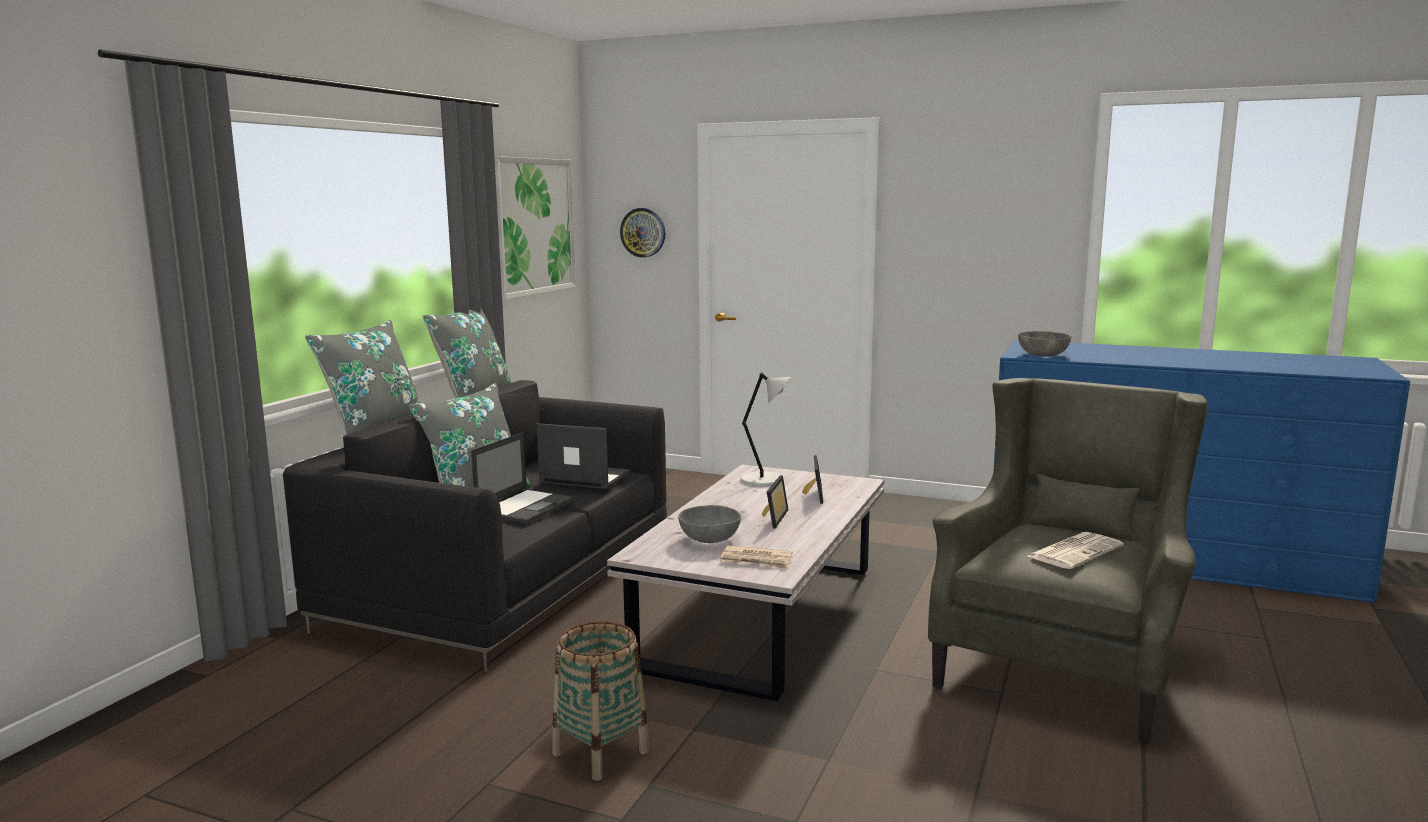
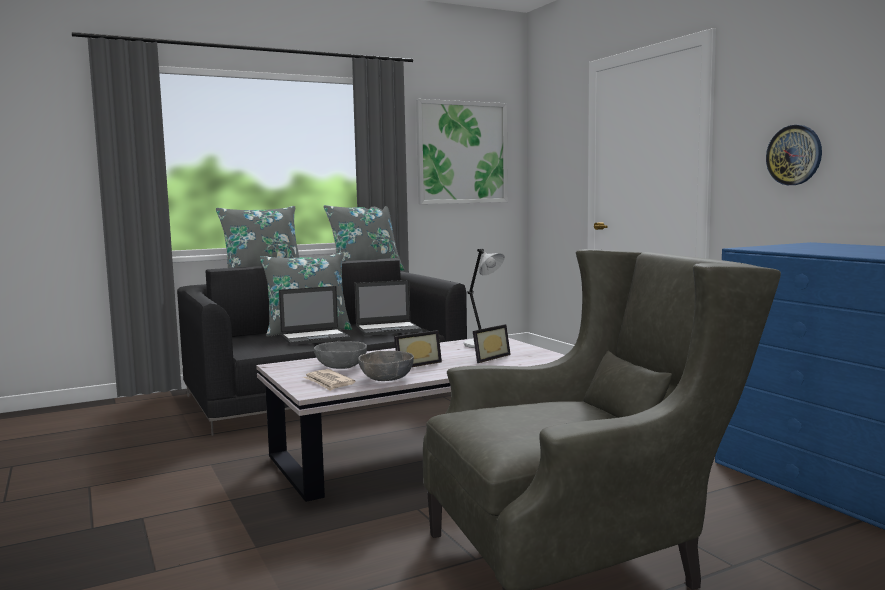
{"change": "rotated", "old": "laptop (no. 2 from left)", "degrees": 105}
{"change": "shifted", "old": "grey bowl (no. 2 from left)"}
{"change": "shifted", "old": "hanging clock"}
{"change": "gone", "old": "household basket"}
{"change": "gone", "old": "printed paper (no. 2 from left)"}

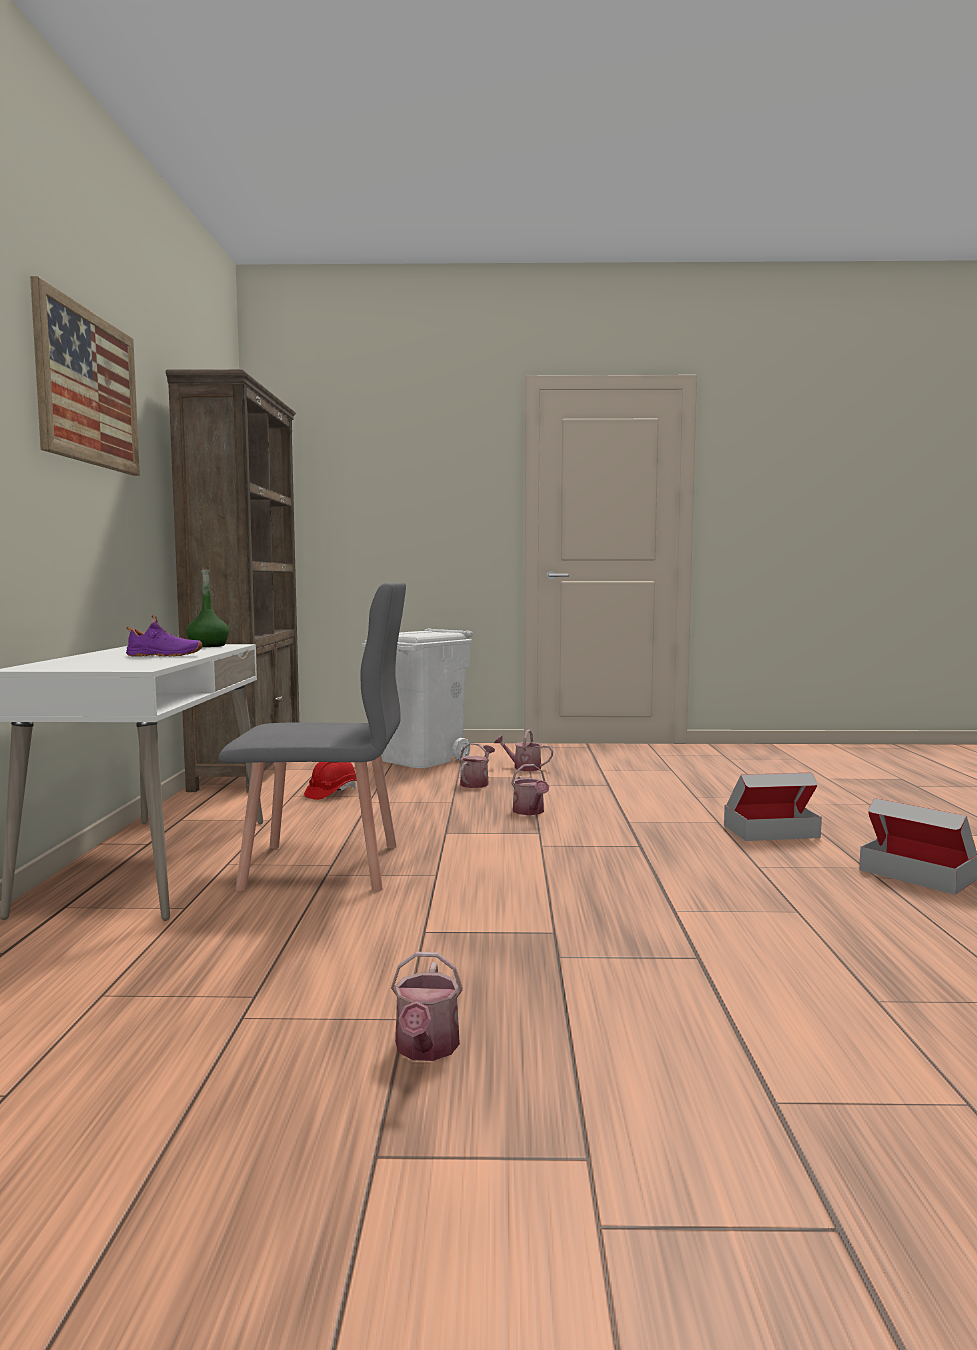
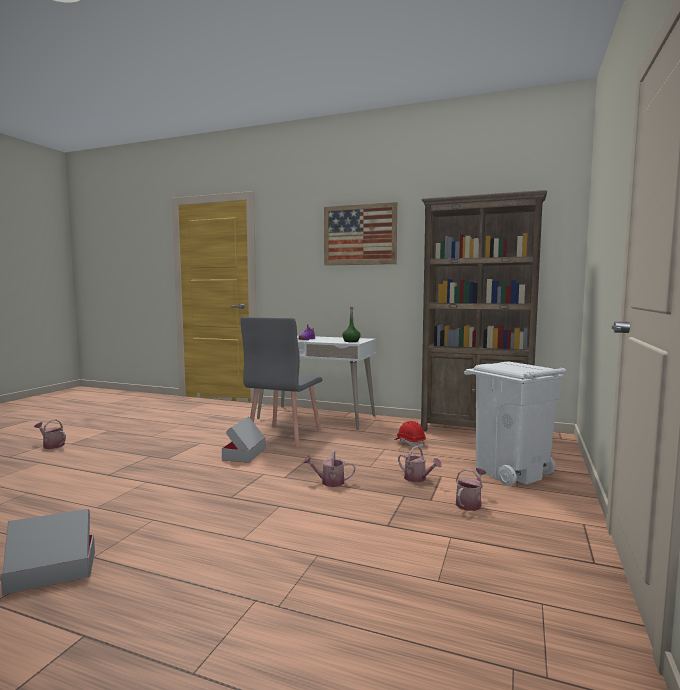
{"change": "shifted", "old": "watering pot (no. 1 from left)"}
{"change": "shifted", "old": "cardboard box (no. 1 from left in the first image)", "new": "cardboard box (no. 2 from left)"}

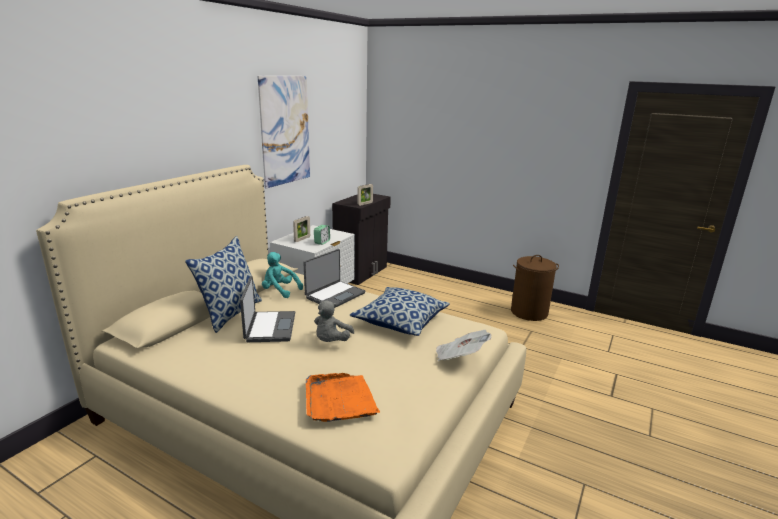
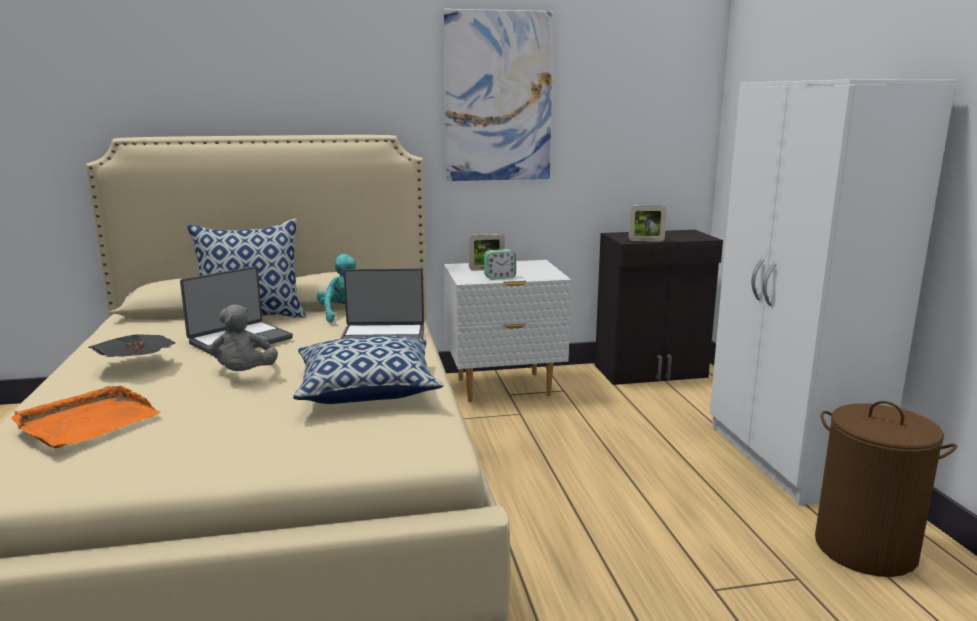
{"change": "shifted", "old": "printed paper"}
{"change": "rotated", "old": "grey plush toy", "degrees": -75}
{"change": "new", "new": "whitish armoire"}

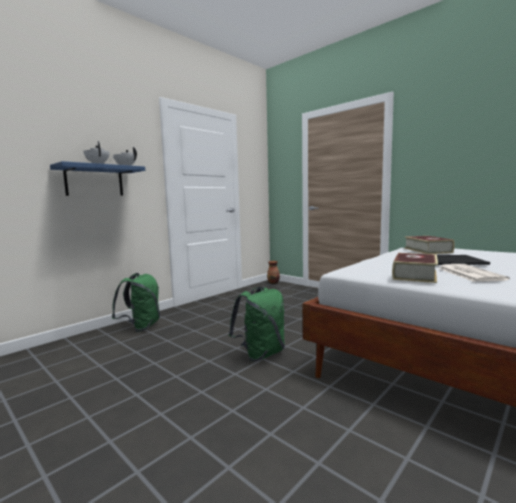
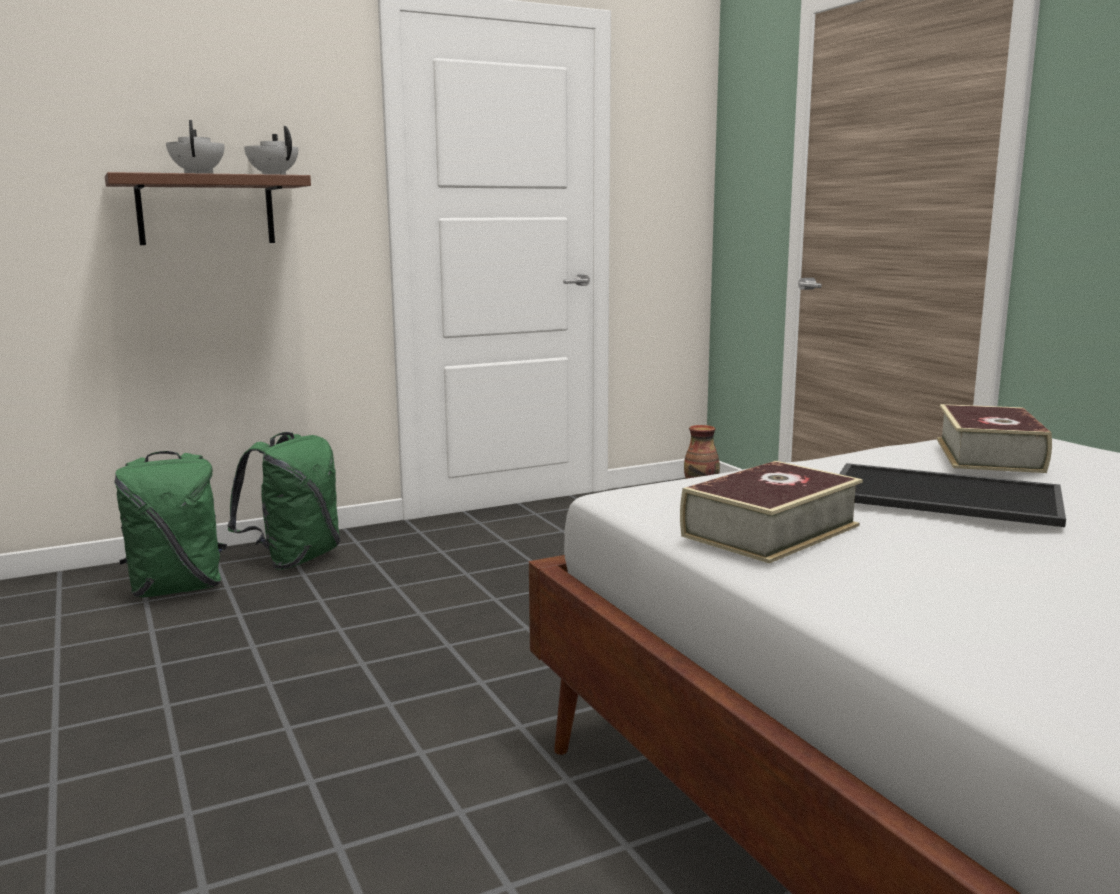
{"change": "repainted", "old": "bluish bracket shelf", "new": "brown-coloured bracket shelf"}
{"change": "shifted", "old": "green rucksack (no. 2 from left in the first image)", "new": "green rucksack (no. 1 from left)"}
{"change": "gone", "old": "printed paper"}

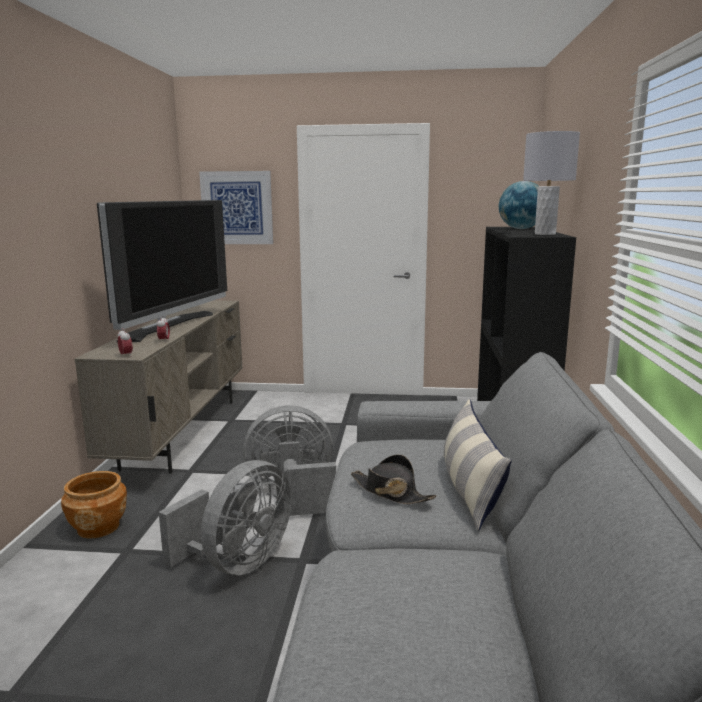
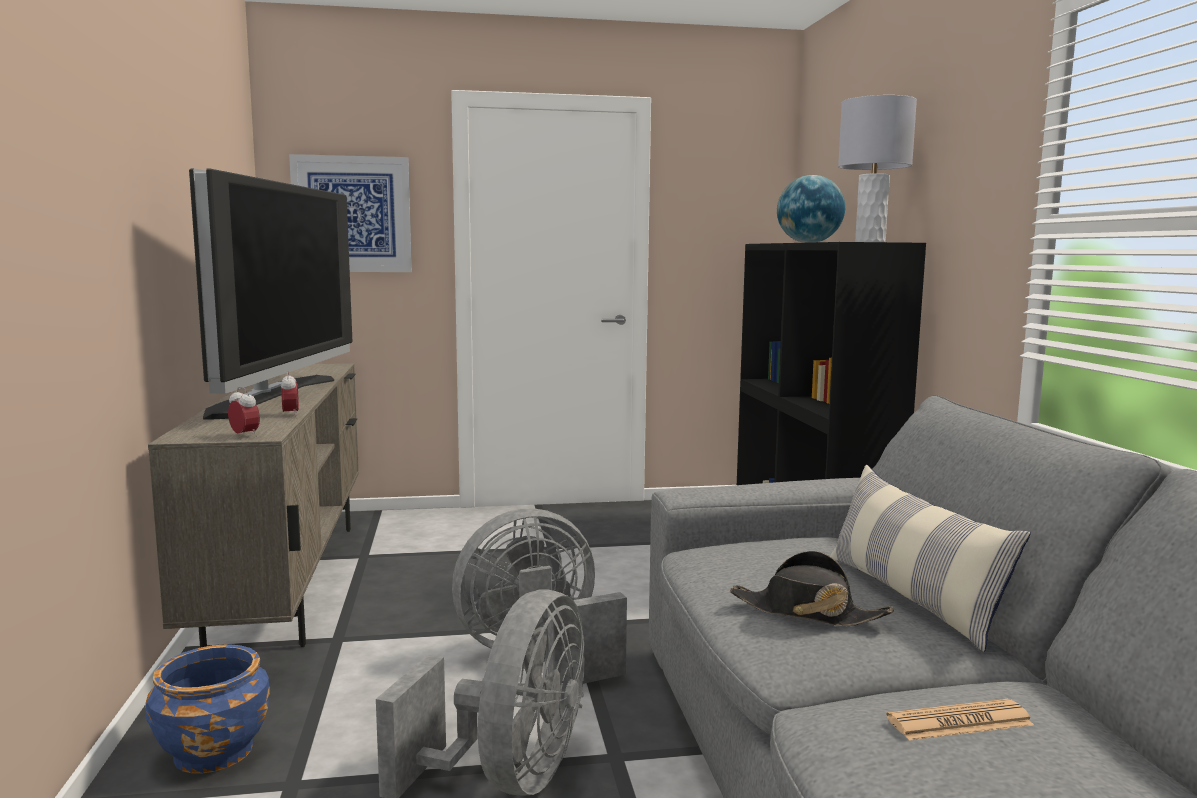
{"change": "repainted", "old": "brown-coloured planter", "new": "bluish planter"}
{"change": "new", "new": "printed paper"}

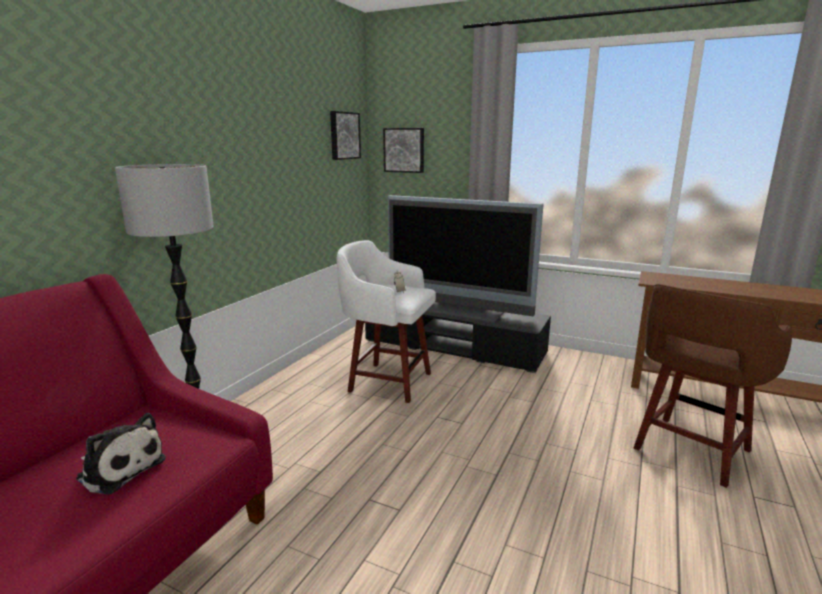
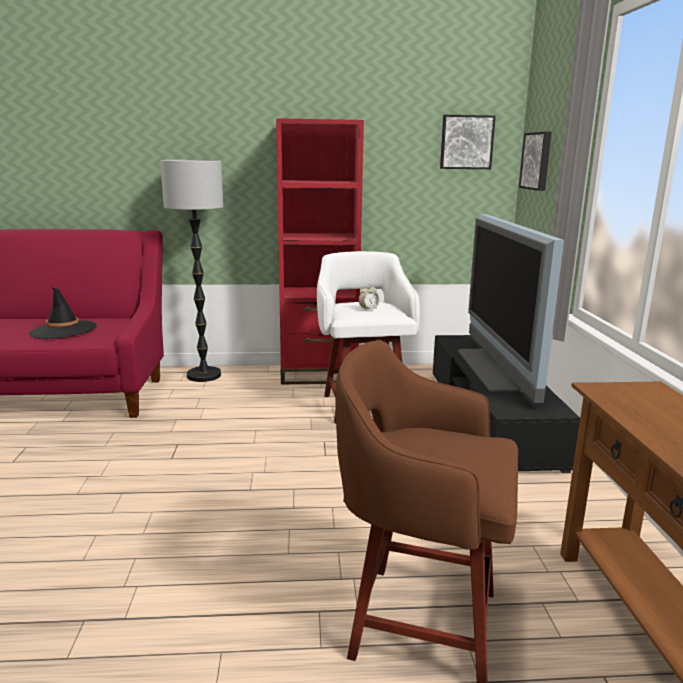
{"change": "swapped", "old": "plush toy", "new": "black-coloured wearable hat"}
{"change": "new", "new": "red bookcase"}

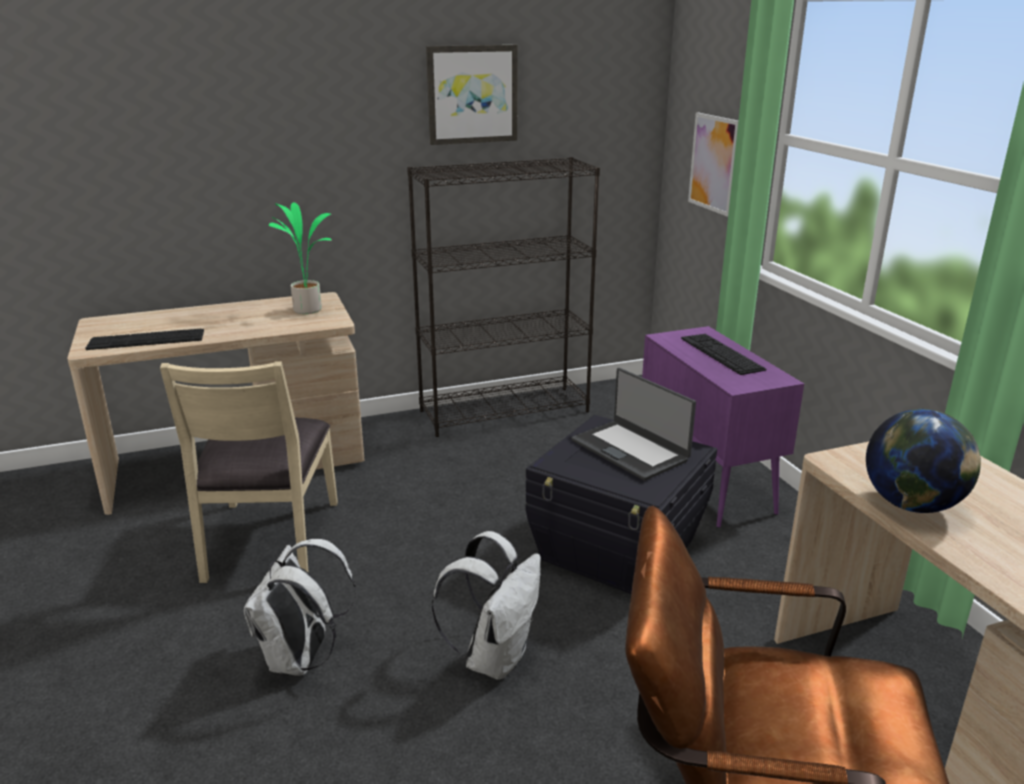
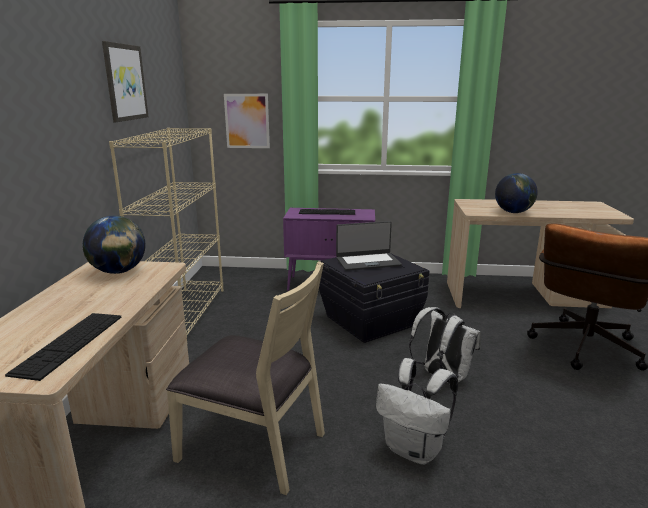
{"change": "swapped", "old": "plant in a pot", "new": "desk globe (no. 1 from left)"}
{"change": "repainted", "old": "black-coloured bookcase", "new": "sand-coloured bookcase"}

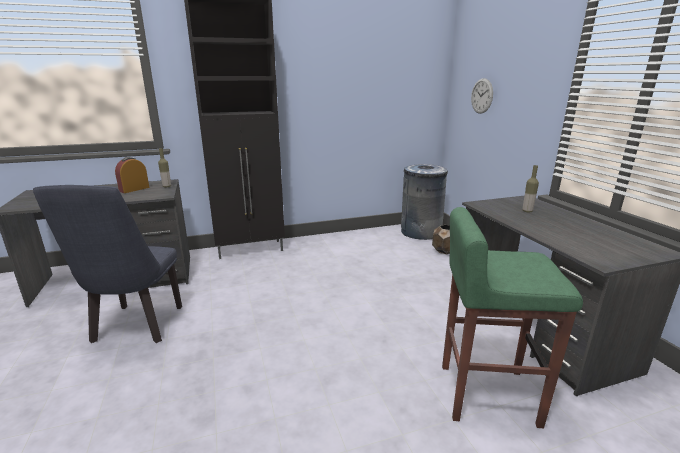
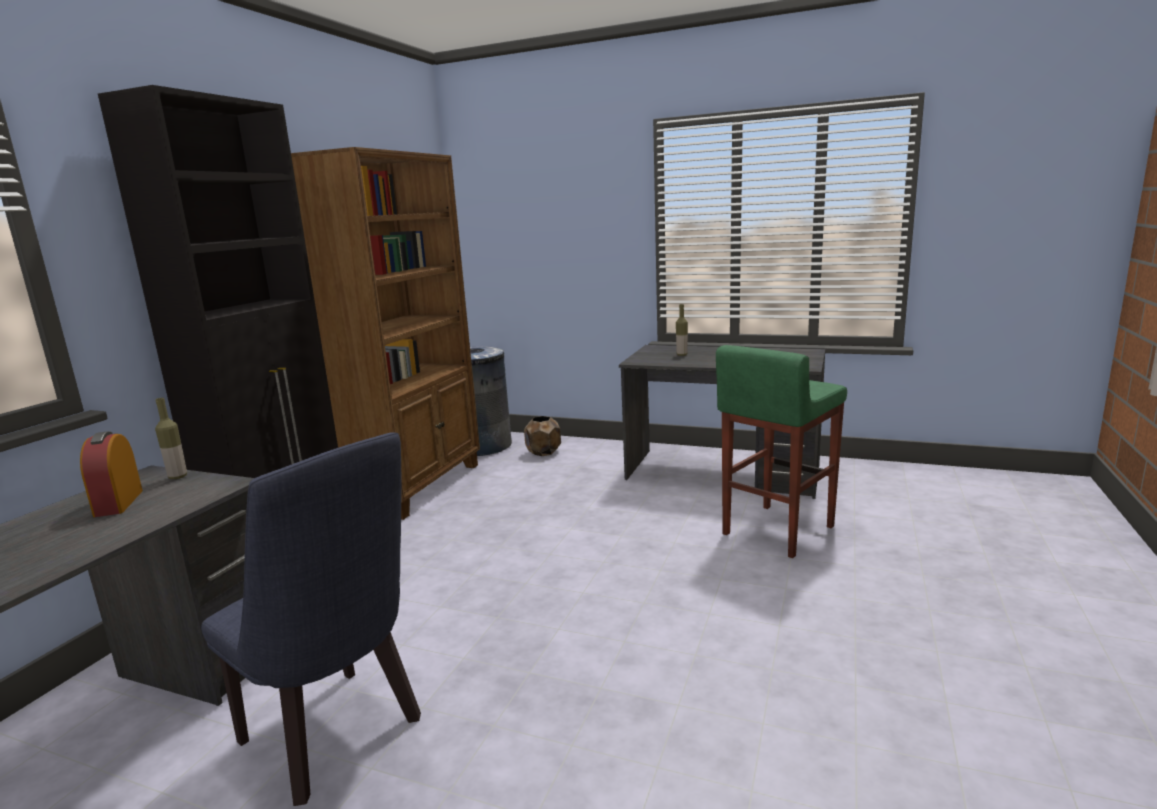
{"change": "new", "new": "brown-coloured bookcase"}
{"change": "gone", "old": "hanging clock"}

